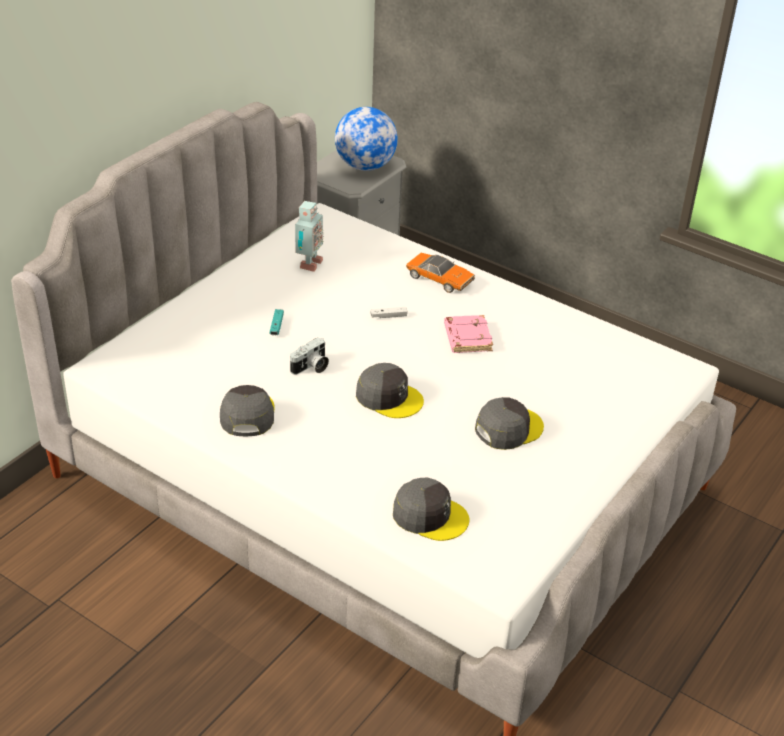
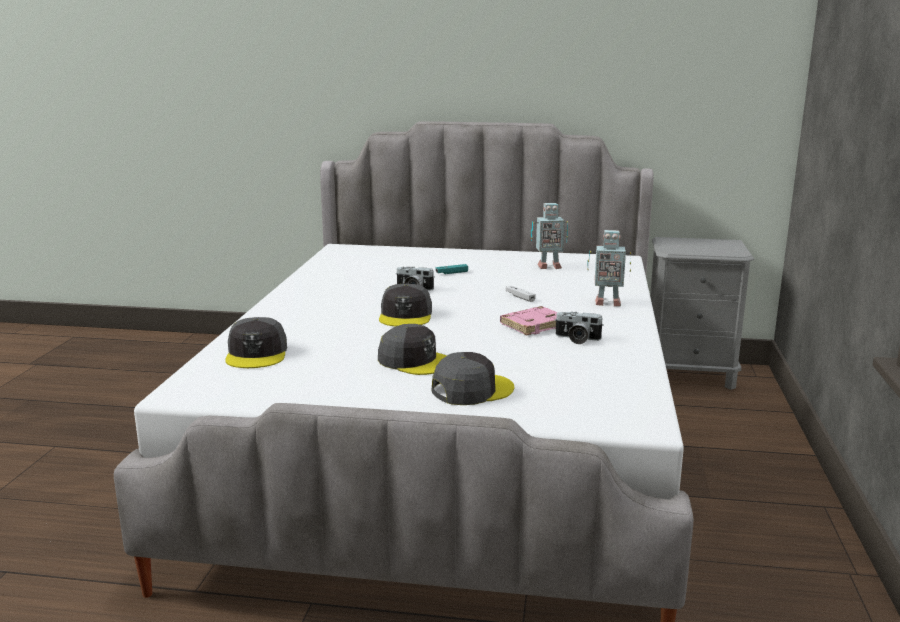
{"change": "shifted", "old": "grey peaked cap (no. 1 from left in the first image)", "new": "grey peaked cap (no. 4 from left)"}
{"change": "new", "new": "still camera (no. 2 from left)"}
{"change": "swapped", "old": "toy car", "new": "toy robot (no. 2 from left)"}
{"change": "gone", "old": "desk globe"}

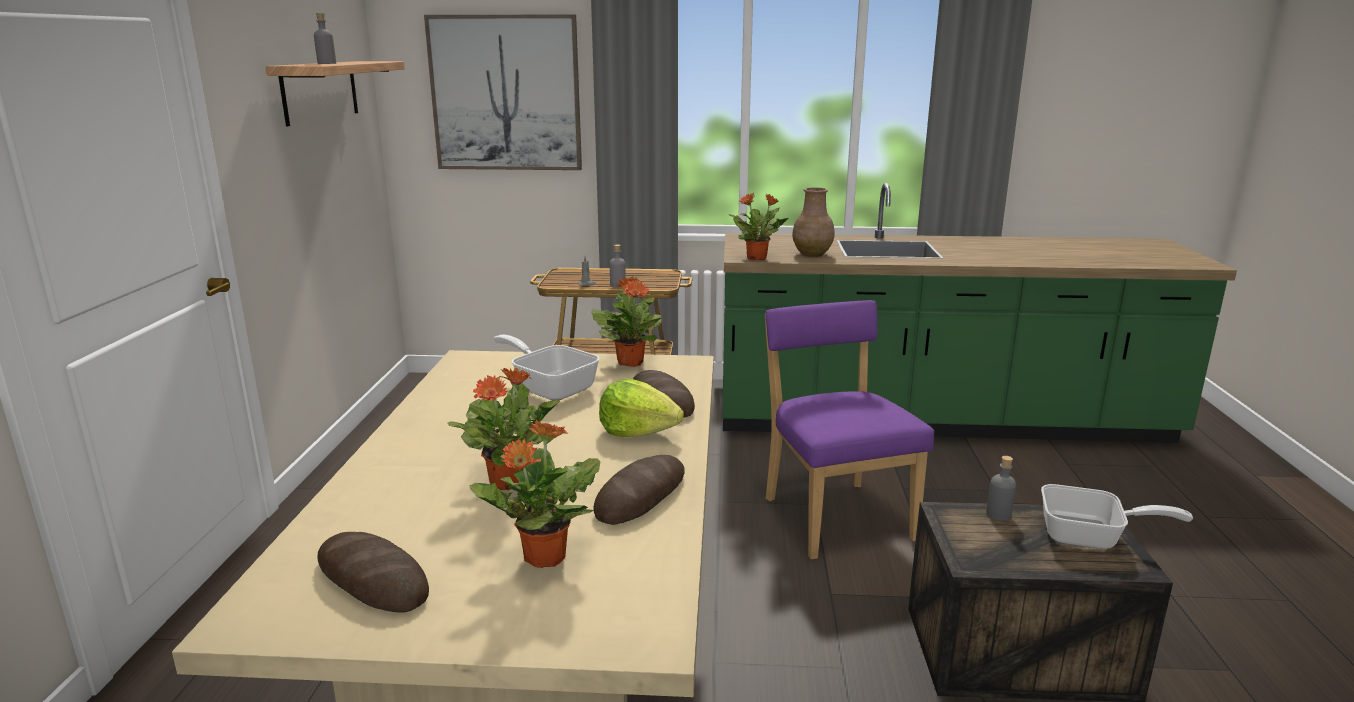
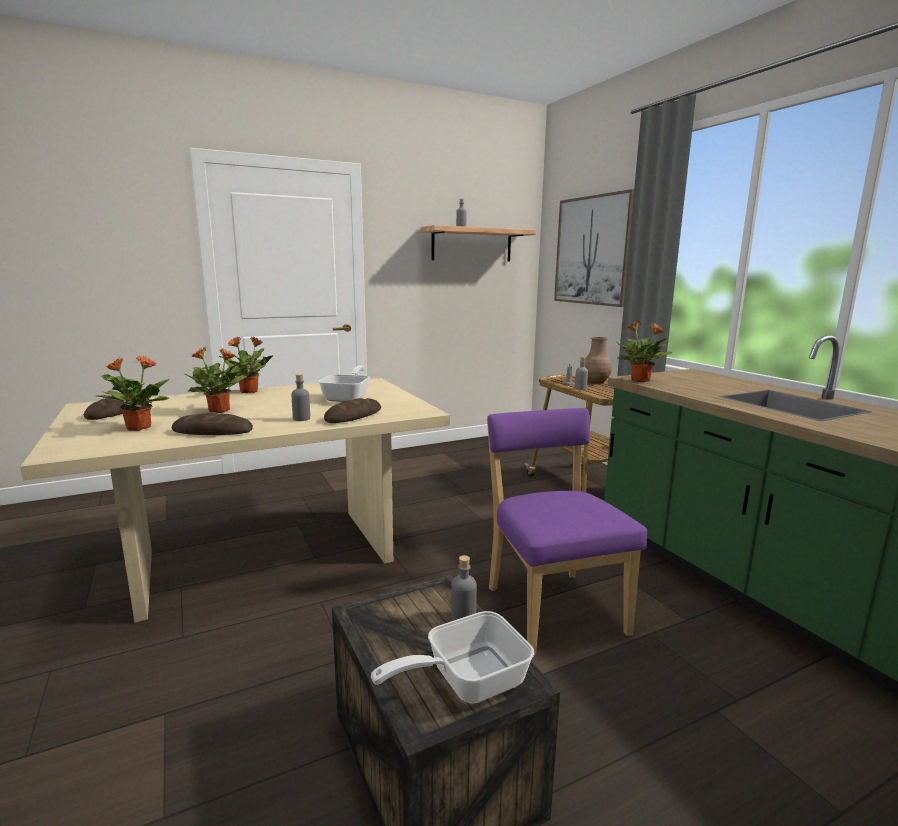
{"change": "shifted", "old": "plant in a pot (no. 3 from left)"}
{"change": "swapped", "old": "lettuce head", "new": "grey bottle (no. 1 from left)"}
{"change": "rotated", "old": "frying pan (no. 2 from left)", "degrees": 75}
{"change": "rotated", "old": "purplish upright chair", "degrees": -60}
{"change": "shifted", "old": "brown-coloured flower vase"}

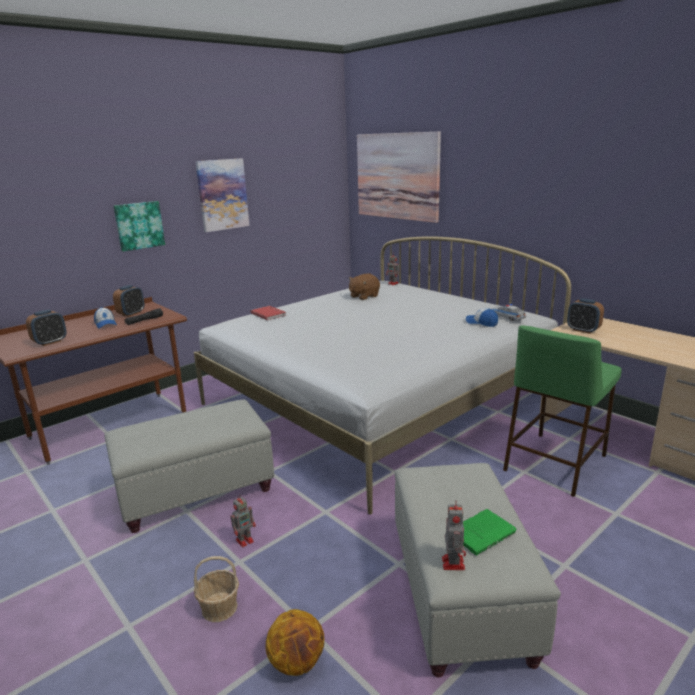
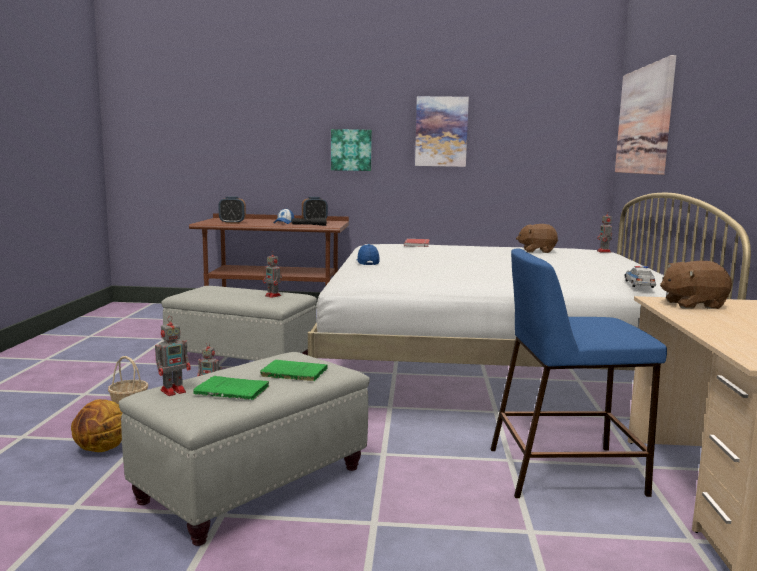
{"change": "new", "new": "green volume (no. 2 from left)"}
{"change": "new", "new": "toy robot (no. 3 from left)"}
{"change": "shifted", "old": "peaked cap (no. 2 from left)"}
{"change": "repainted", "old": "green stool", "new": "bluish stool"}
{"change": "swapped", "old": "alarm clock (no. 3 from left)", "new": "brown-coloured plush toy (no. 2 from left)"}

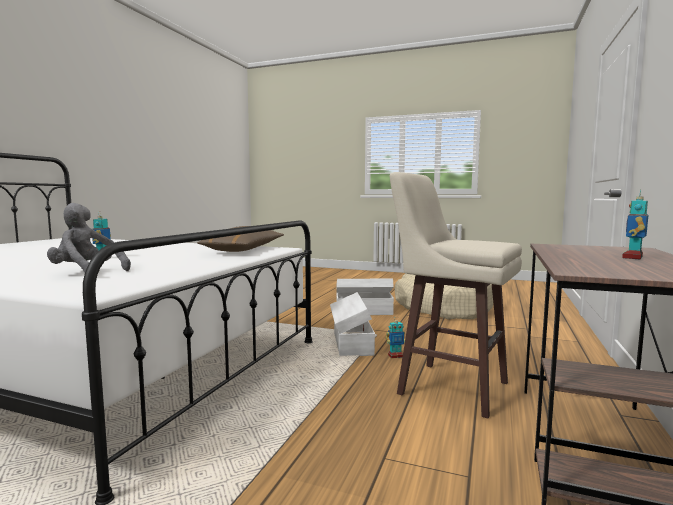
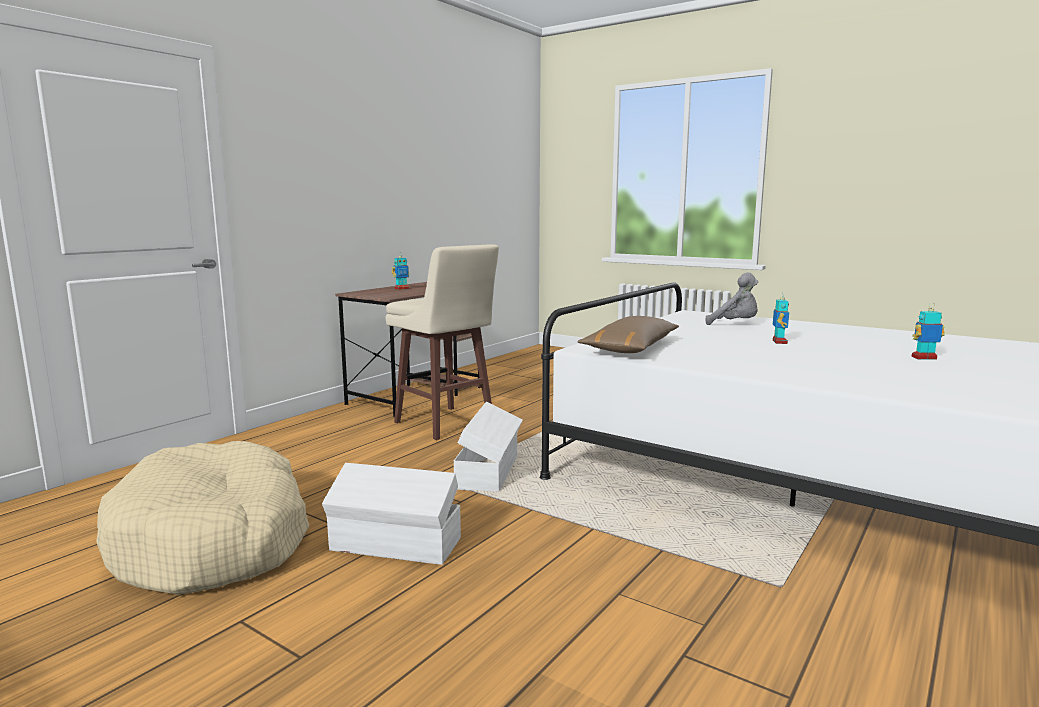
{"change": "shifted", "old": "toy robot (no. 2 from left in the first image)", "new": "toy robot (no. 3 from left)"}

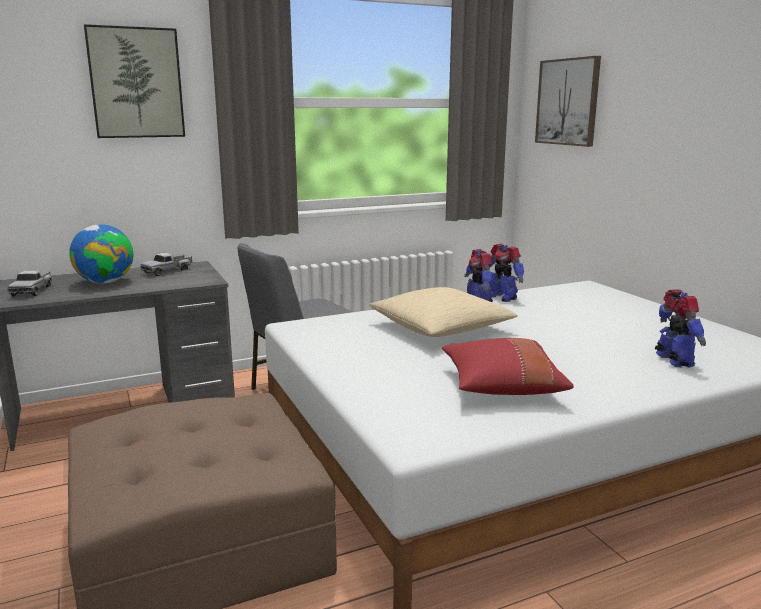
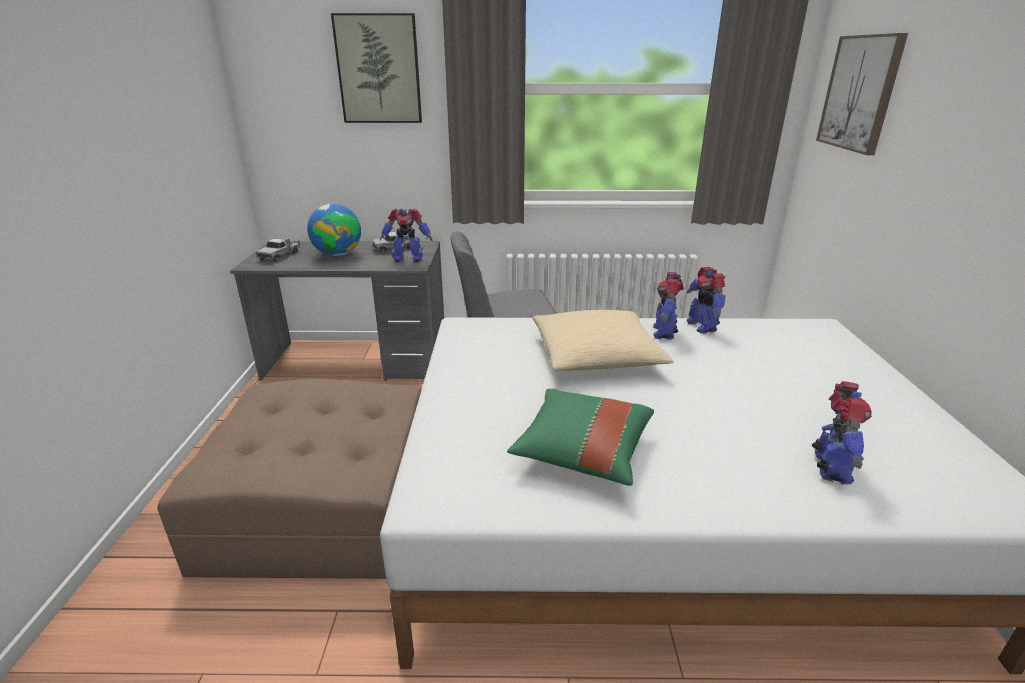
{"change": "new", "new": "toy robot (no. 1 from left)"}
{"change": "repainted", "old": "red throw pillow", "new": "green throw pillow"}

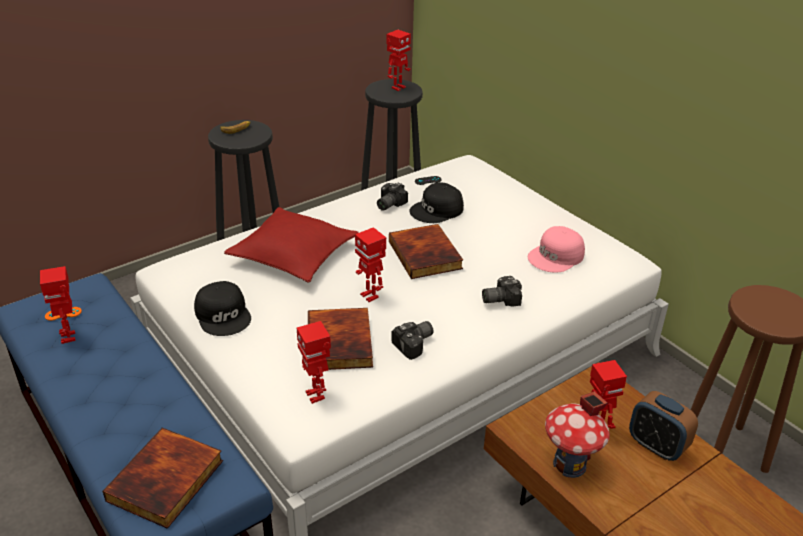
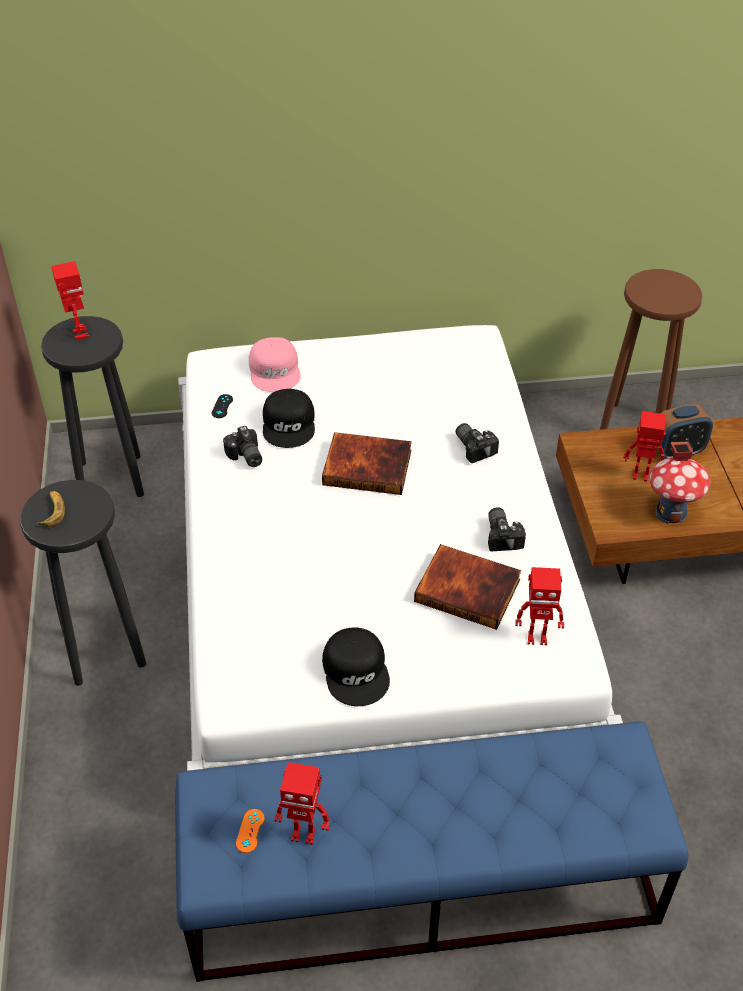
{"change": "shifted", "old": "pink peaked cap"}
{"change": "rotated", "old": "black-coloured peaked cap (no. 1 from left in the first image)", "degrees": 75}
{"change": "rotated", "old": "still camera (no. 3 from left in the first image)", "degrees": 135}
{"change": "gone", "old": "volume (no. 1 from left)"}
{"change": "gone", "old": "red throw pillow"}
{"change": "gone", "old": "toy robot (no. 3 from left)"}

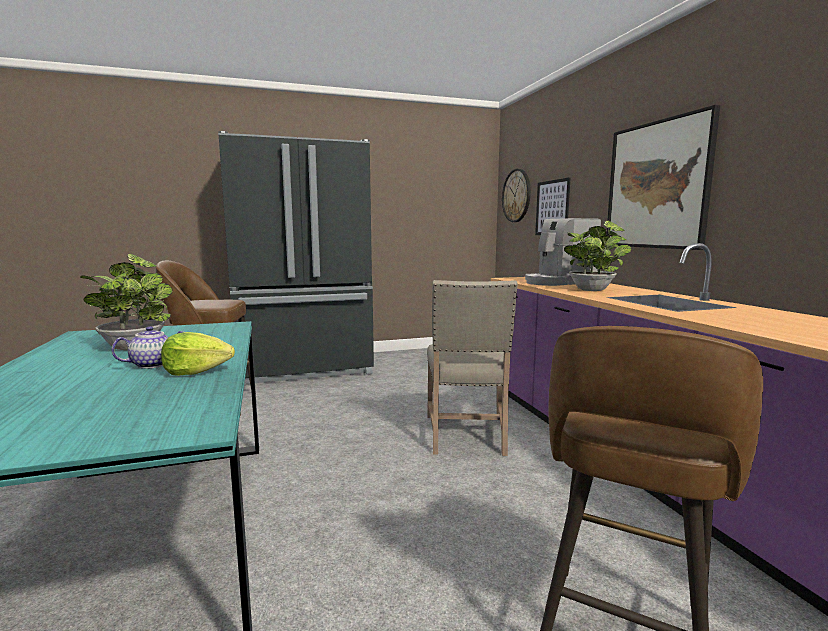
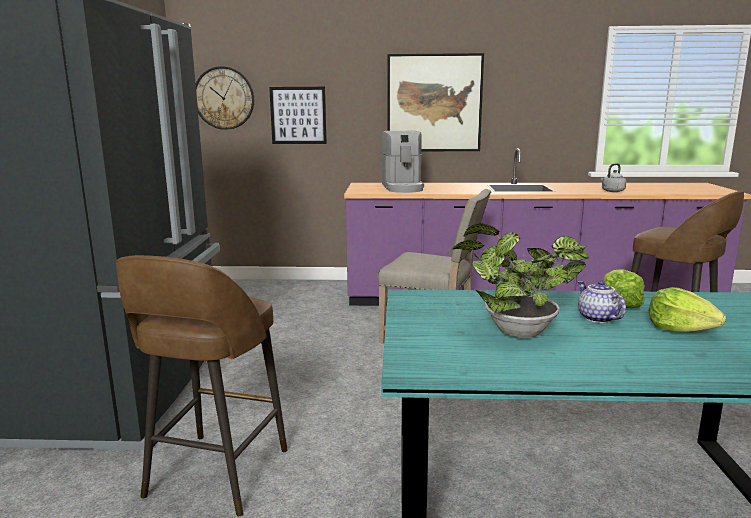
{"change": "new", "new": "grey tea kettle"}
{"change": "new", "new": "lettuce head (no. 2 from left)"}
{"change": "gone", "old": "plant in a pot (no. 2 from left)"}

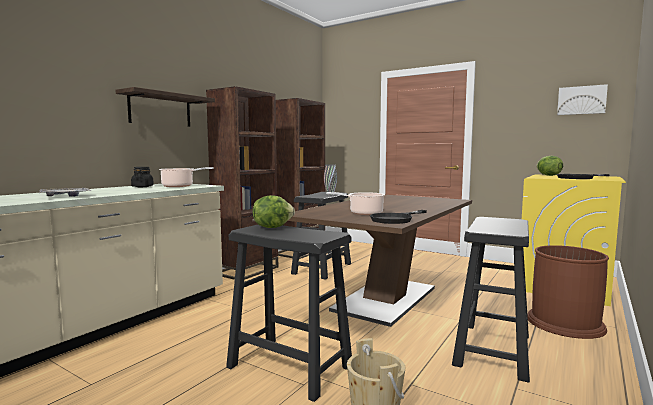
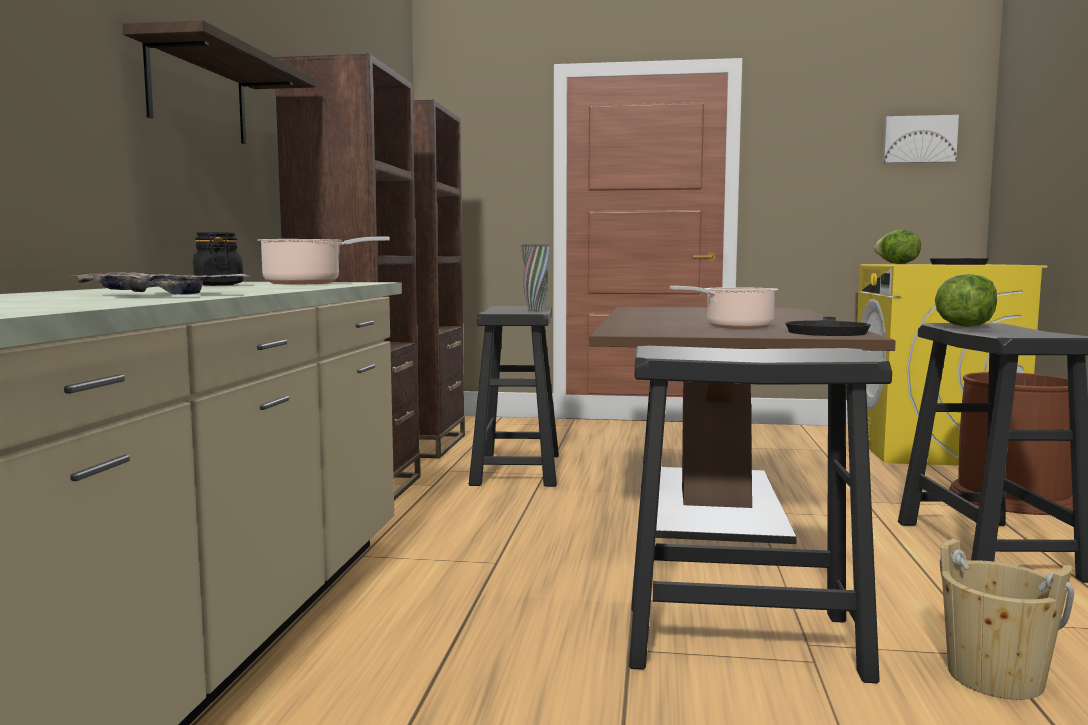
{"change": "shifted", "old": "lettuce head (no. 1 from left in the first image)", "new": "lettuce head (no. 2 from left)"}

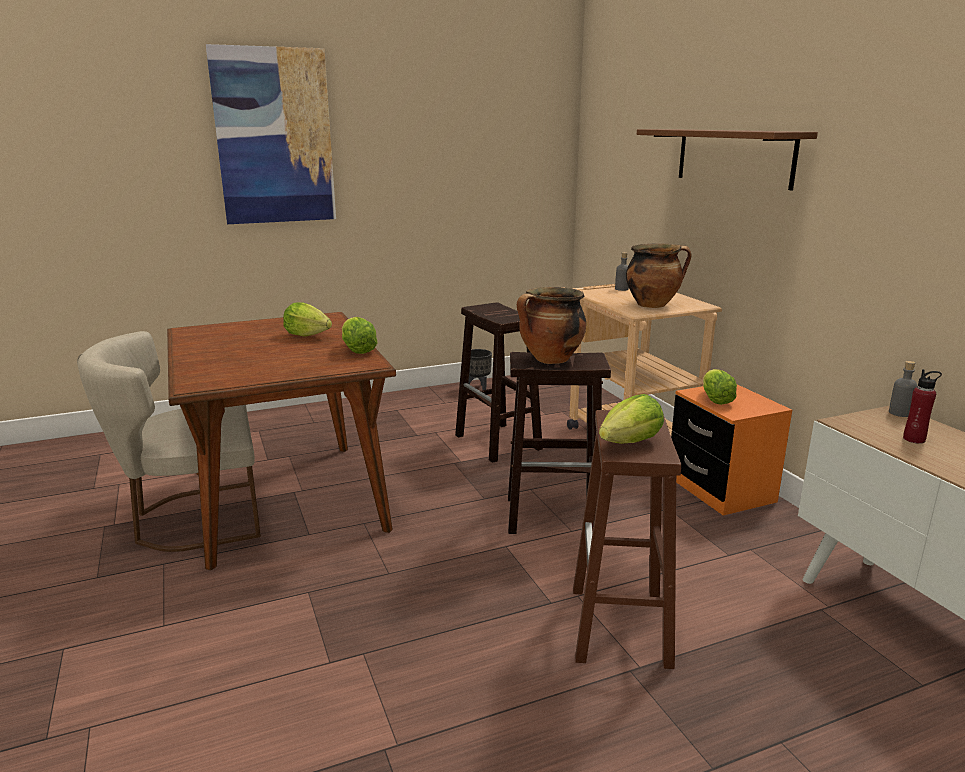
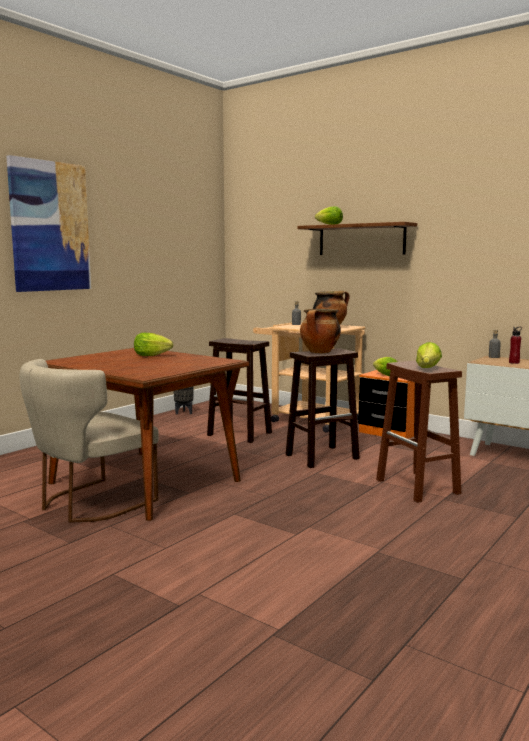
{"change": "shifted", "old": "lettuce head (no. 2 from left)"}

